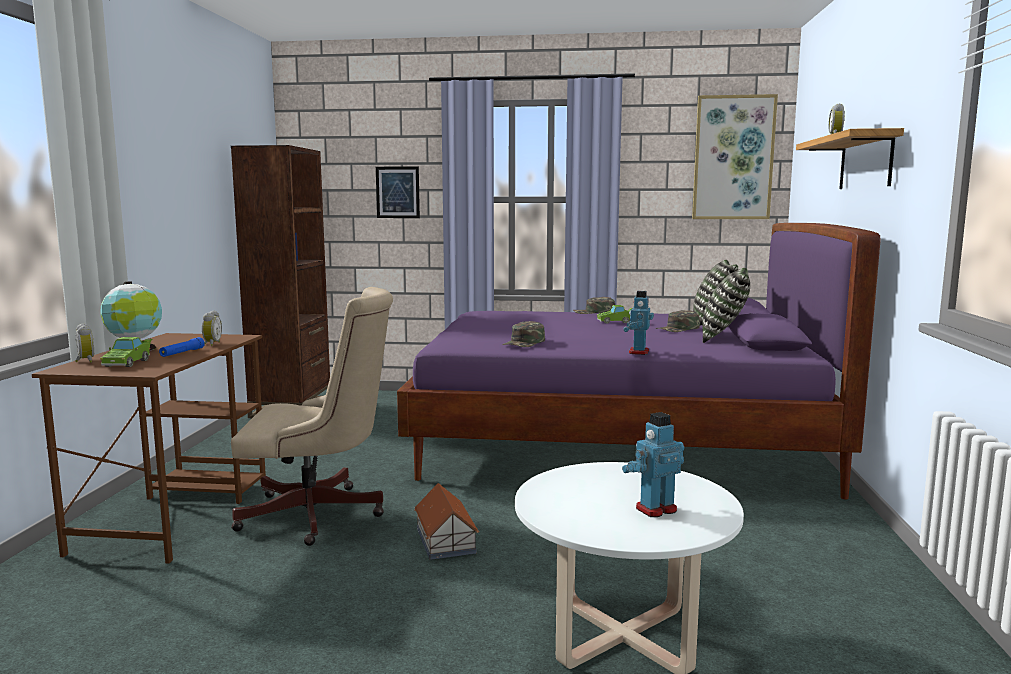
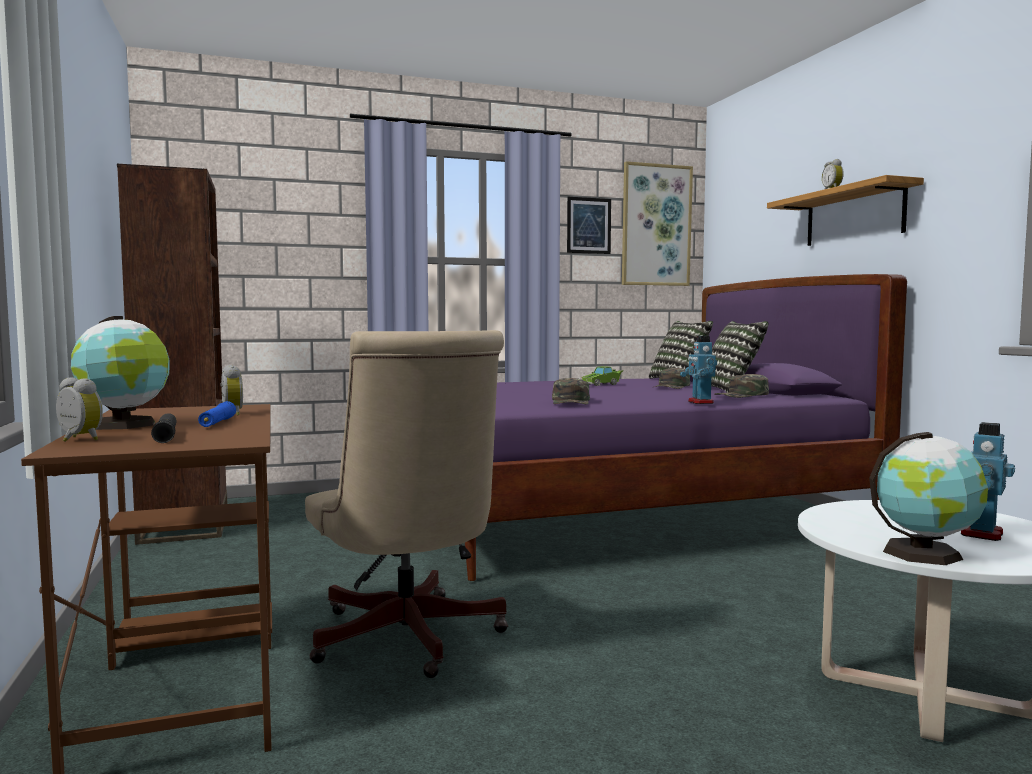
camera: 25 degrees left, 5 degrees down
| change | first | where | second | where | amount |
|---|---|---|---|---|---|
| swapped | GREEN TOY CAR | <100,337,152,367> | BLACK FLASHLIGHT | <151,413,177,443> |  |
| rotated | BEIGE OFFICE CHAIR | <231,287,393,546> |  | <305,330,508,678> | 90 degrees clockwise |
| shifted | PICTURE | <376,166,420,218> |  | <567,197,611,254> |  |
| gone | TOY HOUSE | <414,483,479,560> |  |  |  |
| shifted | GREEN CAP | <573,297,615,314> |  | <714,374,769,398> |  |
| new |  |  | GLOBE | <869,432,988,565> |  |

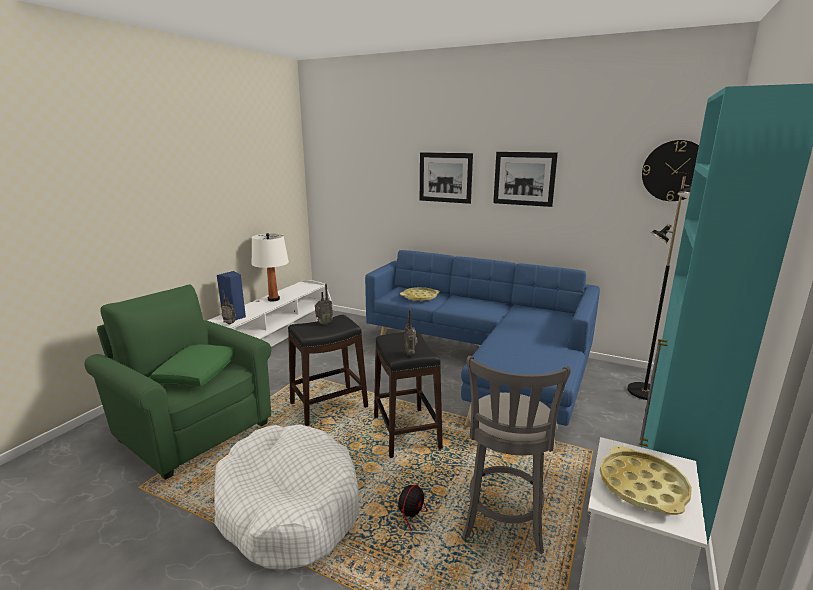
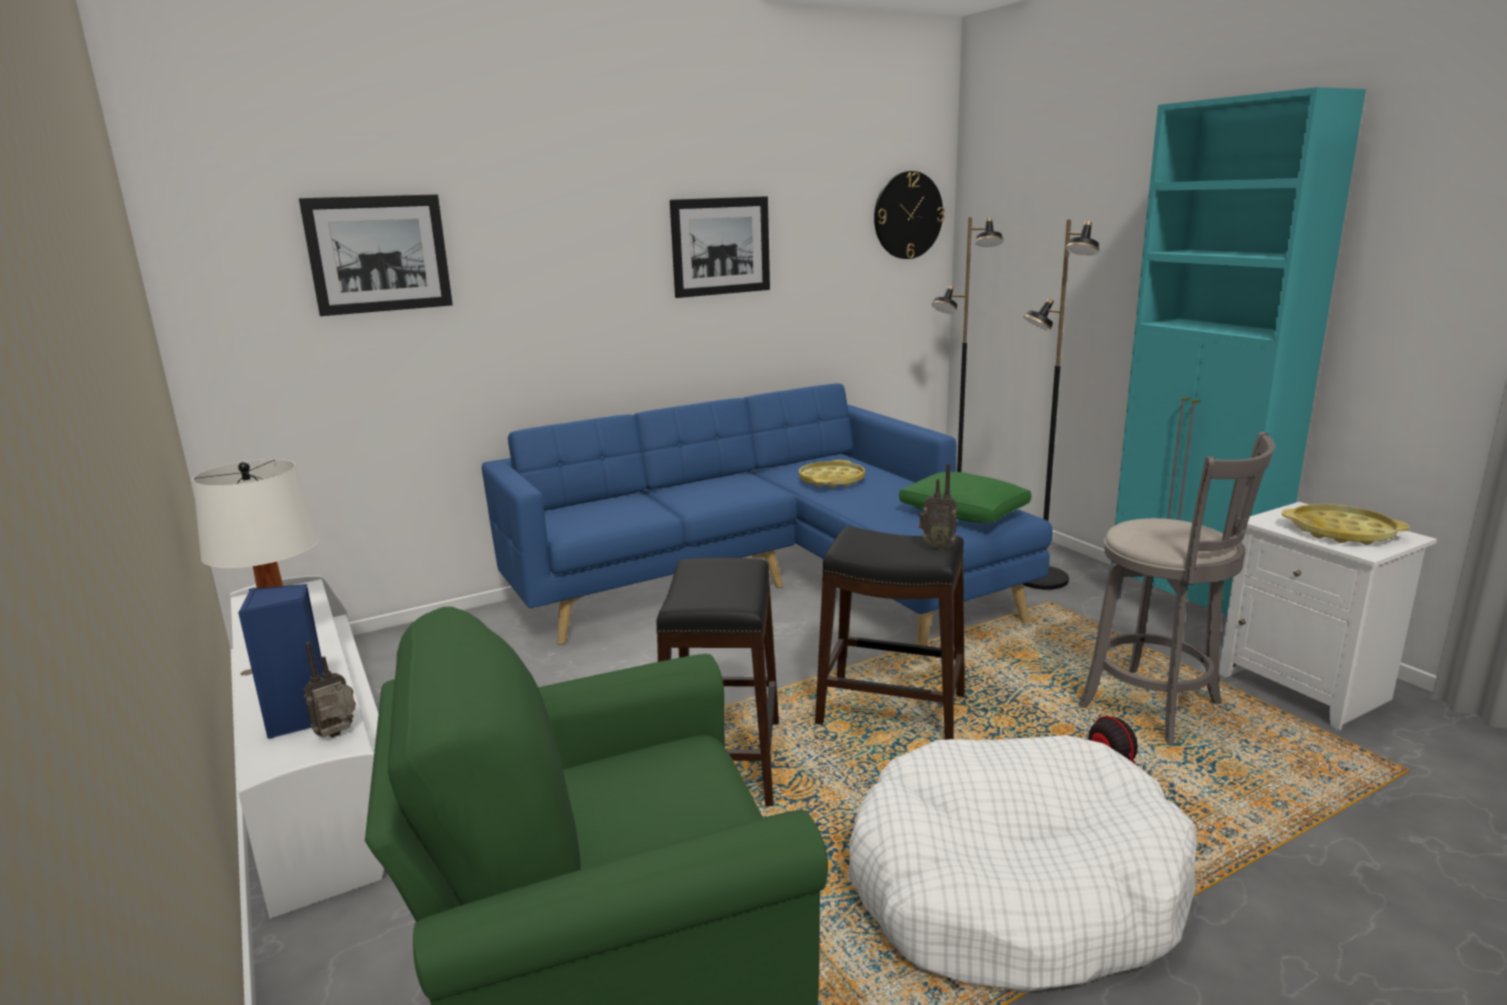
camera: 55 degrees left, 0 degrees up
| change | first | where | second | where | amount |
|---|---|---|---|---|---|
| shifted | GREEN PILLOW | <150,345,235,386> |  | <899,472,1031,523> |  |
| gone | RADIO | <315,284,333,325> |  |  |  |
| shifted | YELLOW TRAY | <400,287,440,302> |  | <799,460,865,488> |  |
| shifted | PICTURE | <420,152,473,204> |  | <299,194,453,316> |  |
| new |  |  | BLACK FLOOR LAMP | <1023,220,1099,590> |  |

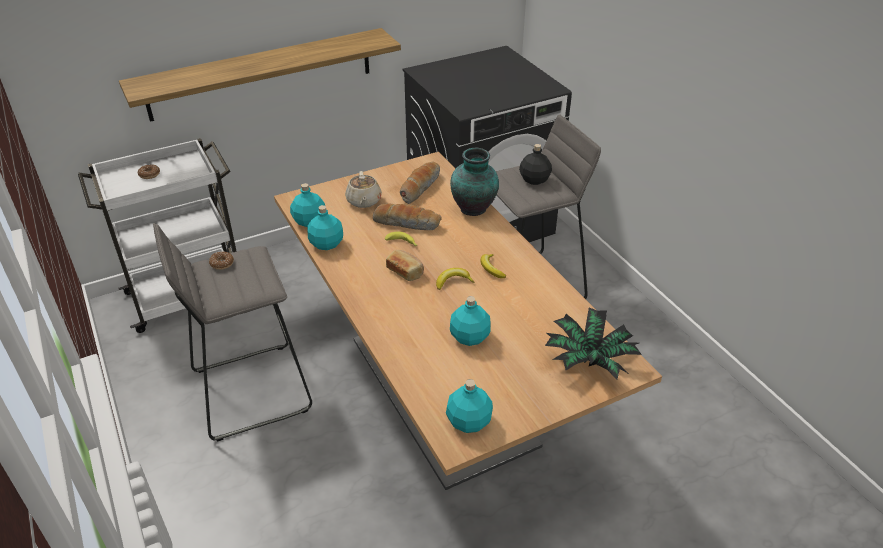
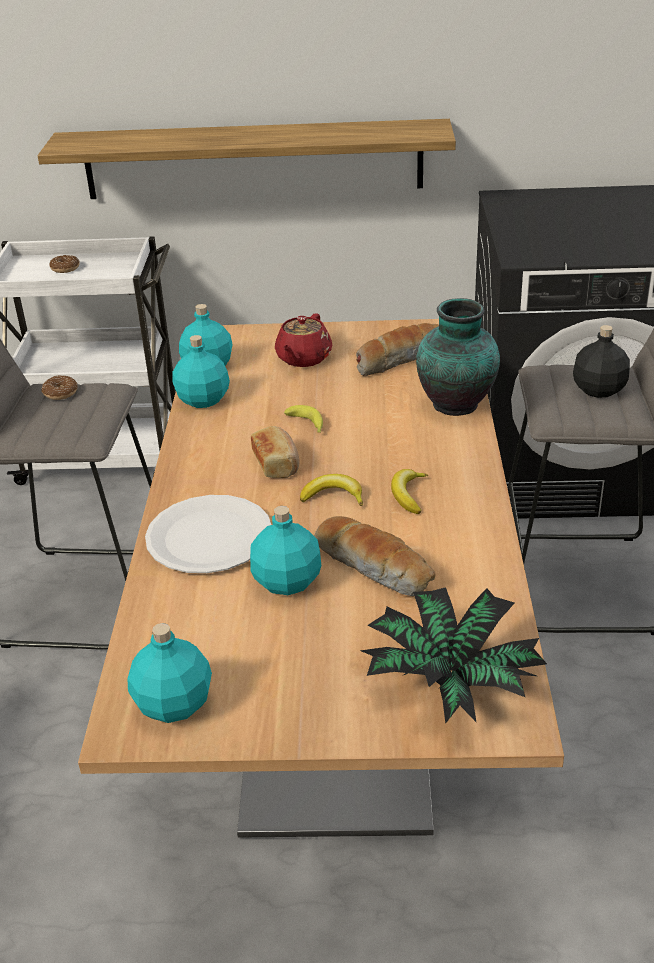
camera: 30 degrees right, 5 degrees down
| change | first | where | second | where | amount |
|---|---|---|---|---|---|
| repainted | BEIGE TEAPOT | <345,171,382,208> | RED TEAPOT | <275,313,332,367> |  |
| shifted | BREAD | <373,203,441,230> |  | <314,516,435,596> |  |
| new |  |  | WHITE PLATE | <145,495,271,573> |  |

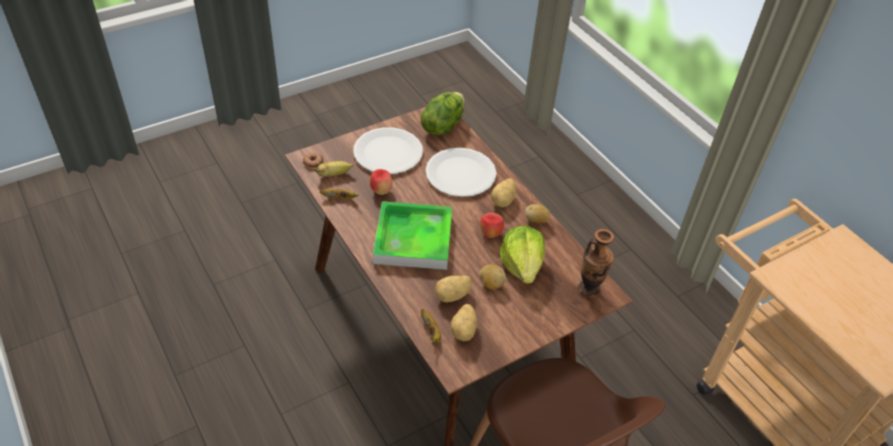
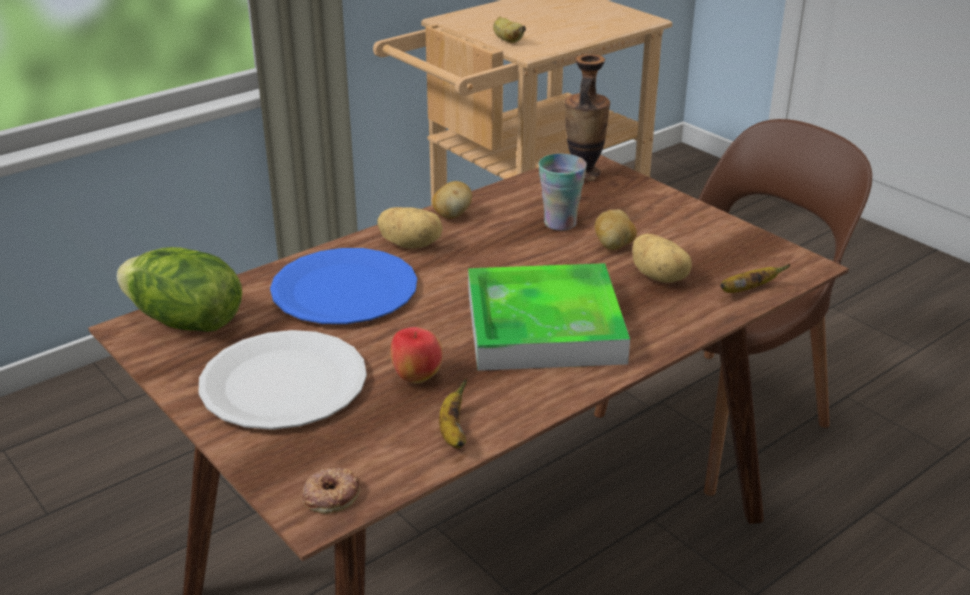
camera: 95 degrees left, 15 degrees down
| change | first | where | second | where | amount |
|---|---|---|---|---|---|
| shifted | BANANA | <315,161,353,177> |  | <493,17,526,43> |  |
| repainted | WHITE PLATE | <425,148,497,197> | BLUE PLATE | <270,248,417,324> |  |
| gone | POTATO | <451,304,477,341> |  |  |  |
| gone | APPLE | <480,213,504,238> |  |  |  |
| swapped | LETTUCE | <500,226,545,284> | CUP | <539,154,587,230> |  |

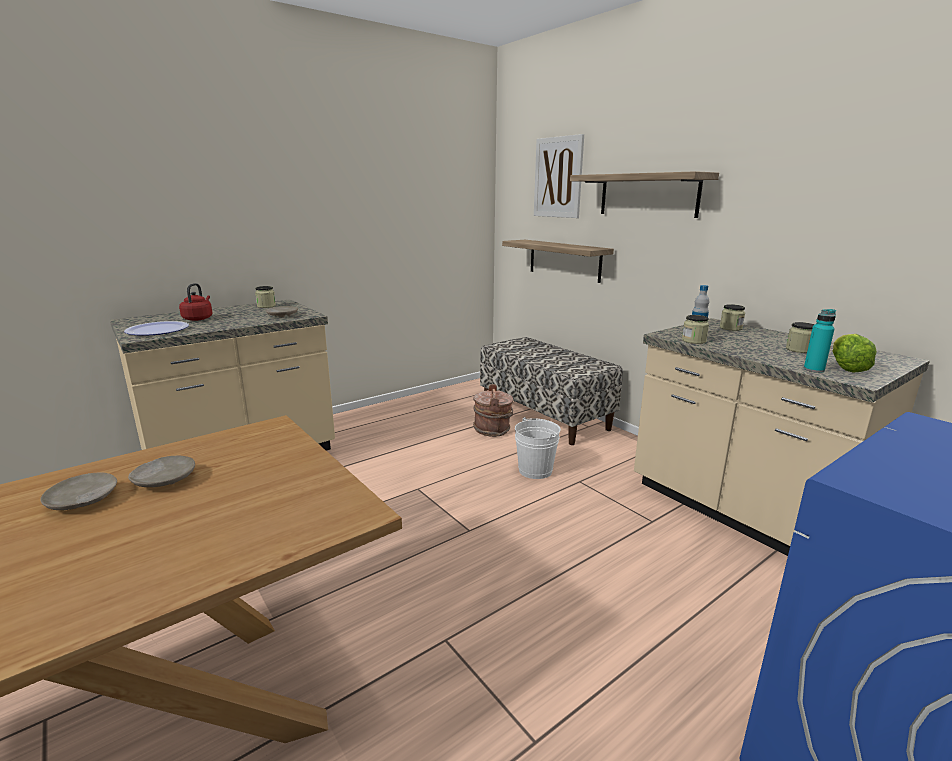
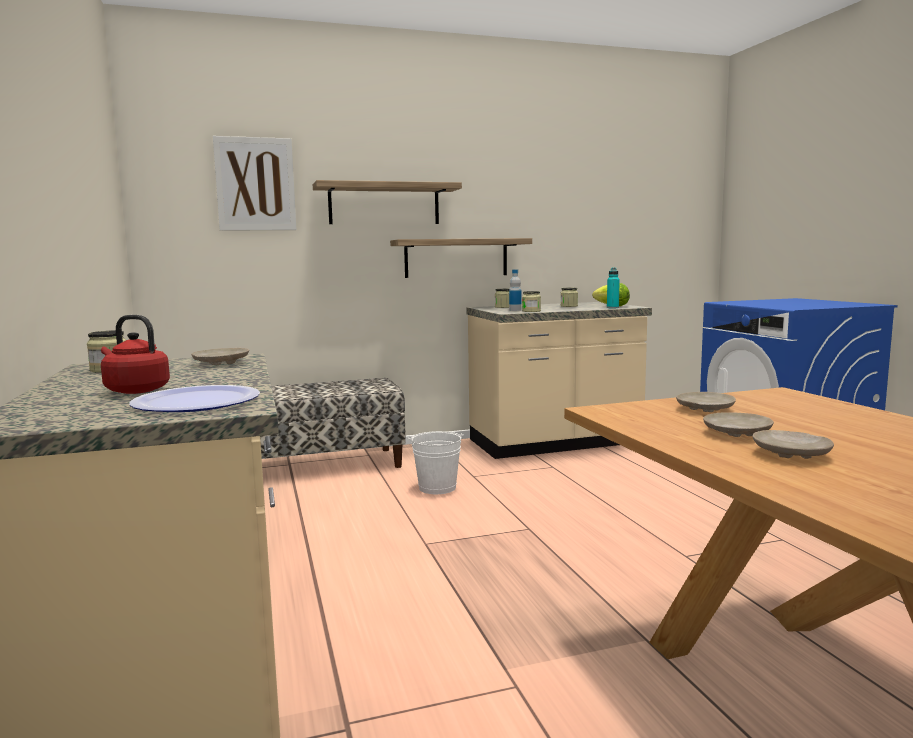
camera: 70 degrees left, 10 degrees down
| change | first | where | second | where | amount |
|---|---|---|---|---|---|
| gone | BROWN BUCKET | <473,384,513,437> |  |  |  |
| shifted | SHELF | <502,240,614,283> |  | <390,238,532,278> |  |
| new |  |  | BEIGE PLATE | <676,392,736,412> |  |

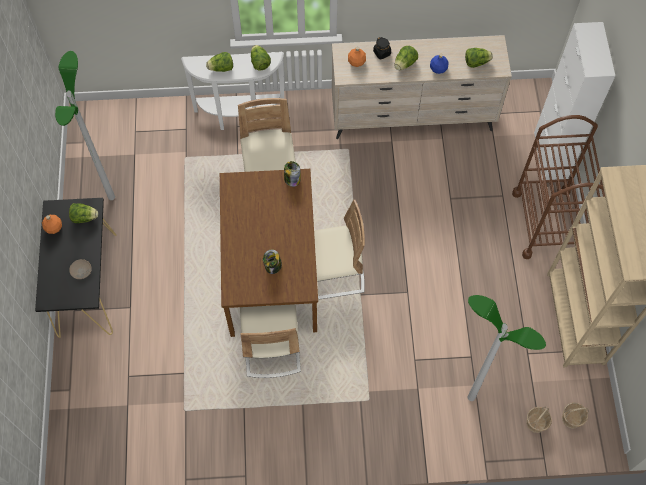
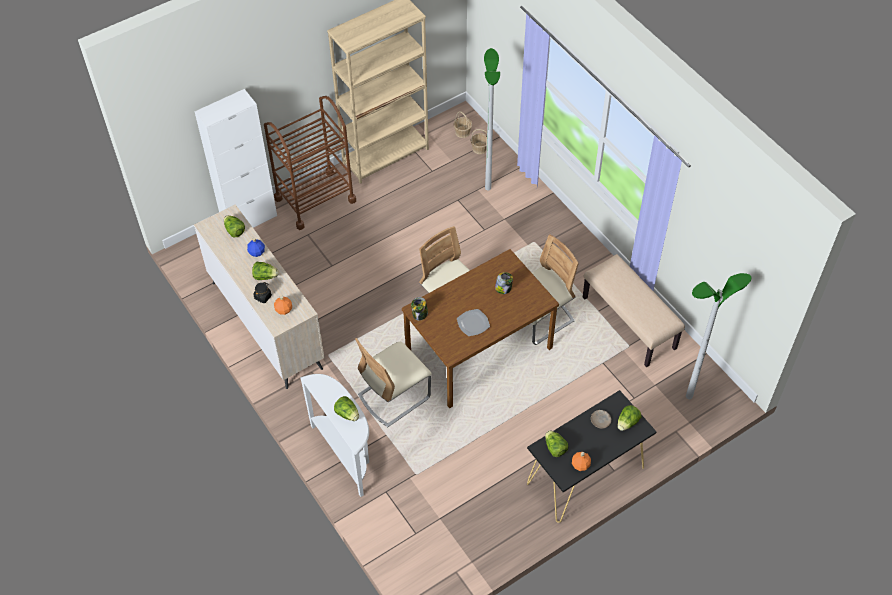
camera: 120 degrees left, 10 degrees down
| change | first | where | second | where | amount |
|---|---|---|---|---|---|
| shifted | FLOOR LAMP | <55,51,115,200> |  | <686,273,751,399> |  |
| shifted | LETTUCE | <251,45,271,71> |  | <617,405,641,431> |  |
| new |  |  | PLATE | <457,309,490,336> |  |
| new |  |  | BEIGE BENCH | <583,254,685,367> |  |

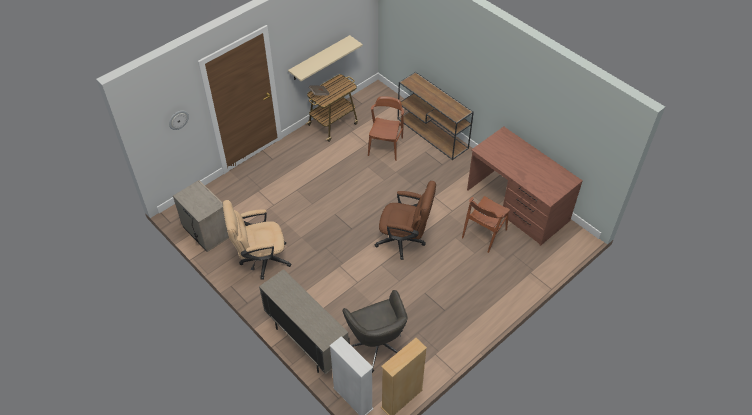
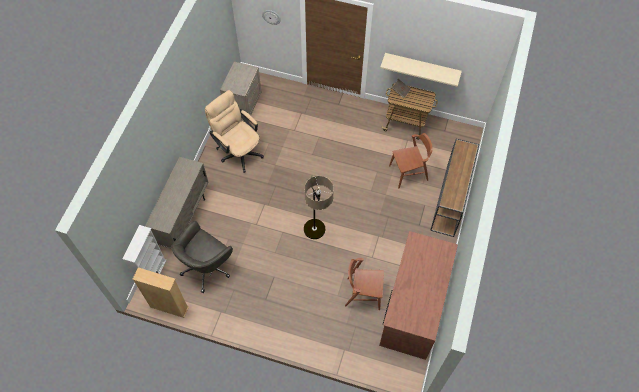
camera: 60 degrees right, 10 degrees up
| change | first | where | second | where | amount |
|---|---|---|---|---|---|
| swapped | BROWN OFFICE CHAIR | <375,181,436,260> | FLOOR LAMP | <304,176,334,239> |  |

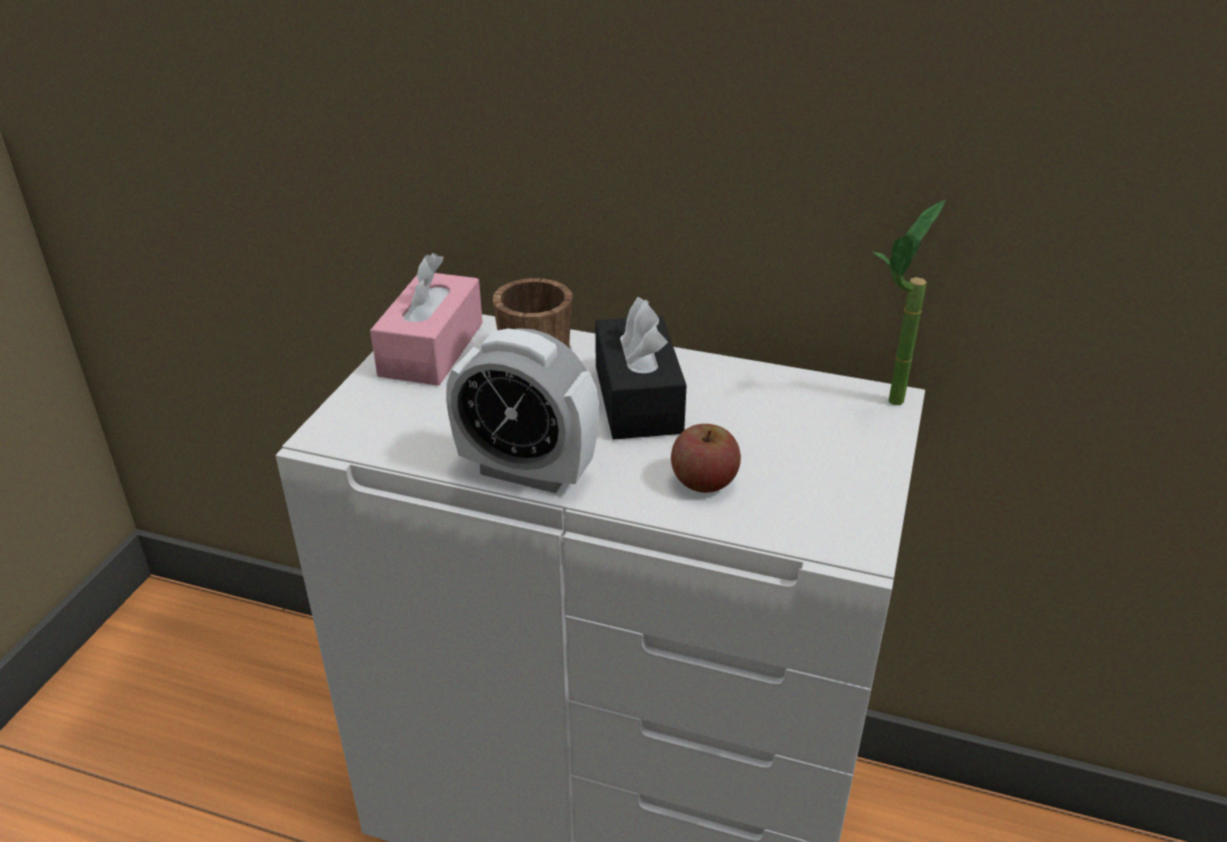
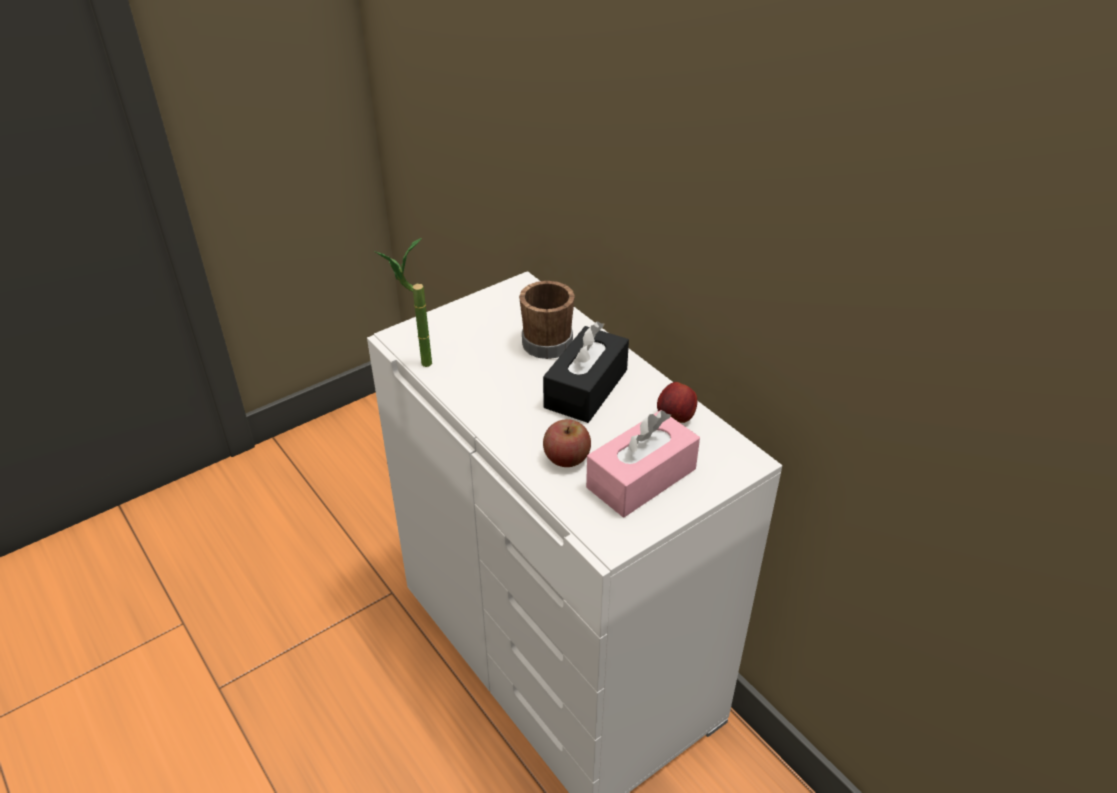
camera: 35 degrees right, 5 degrees up
| change | first | where | second | where | amount |
|---|---|---|---|---|---|
| shifted | PINK TISSUE BOX | <370,253,483,386> |  | <586,410,700,517> |  |
| gone | ALARM CLOCK | <446,328,599,493> |  |  |  |
| shifted | POTTED PLANT | <872,200,945,405> |  | <374,238,432,367> |  |
| new |  |  | APPLE | <657,382,697,423> |  |

